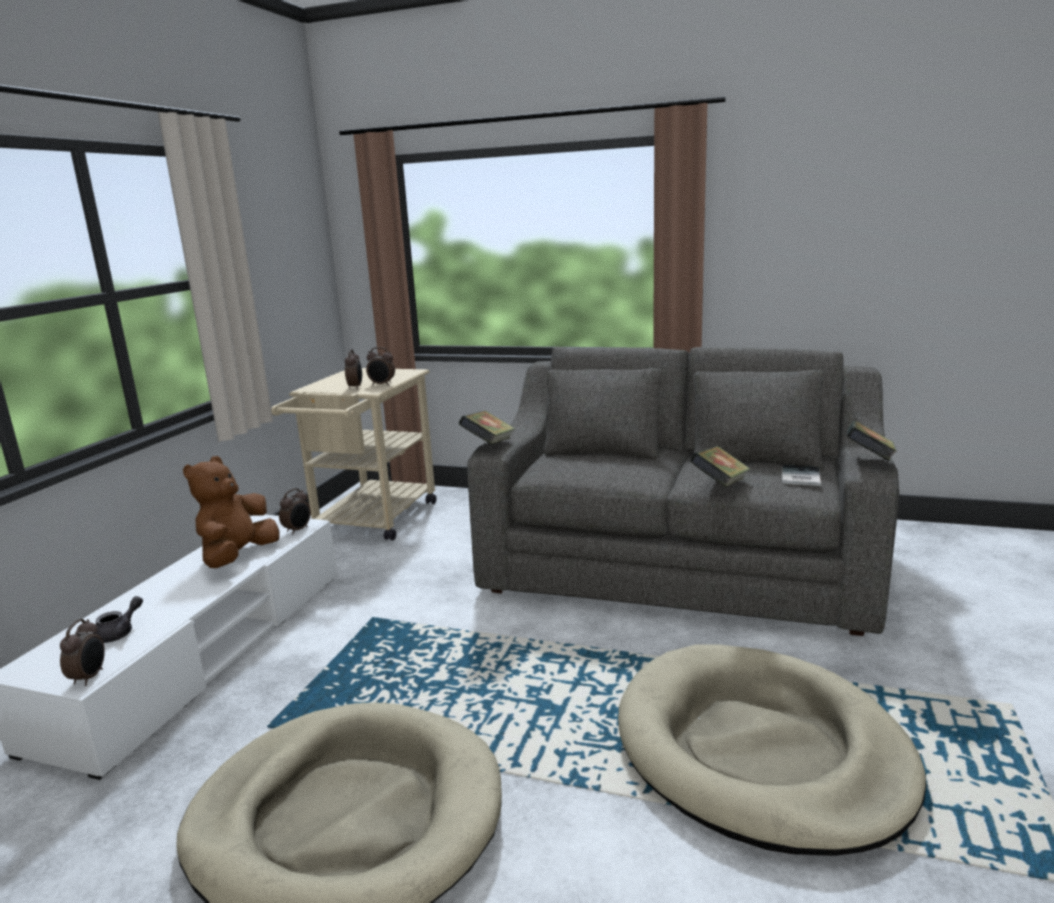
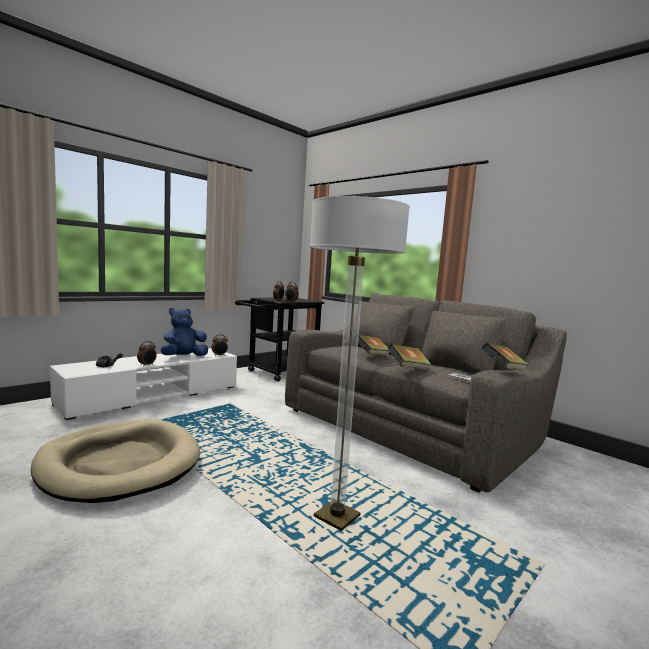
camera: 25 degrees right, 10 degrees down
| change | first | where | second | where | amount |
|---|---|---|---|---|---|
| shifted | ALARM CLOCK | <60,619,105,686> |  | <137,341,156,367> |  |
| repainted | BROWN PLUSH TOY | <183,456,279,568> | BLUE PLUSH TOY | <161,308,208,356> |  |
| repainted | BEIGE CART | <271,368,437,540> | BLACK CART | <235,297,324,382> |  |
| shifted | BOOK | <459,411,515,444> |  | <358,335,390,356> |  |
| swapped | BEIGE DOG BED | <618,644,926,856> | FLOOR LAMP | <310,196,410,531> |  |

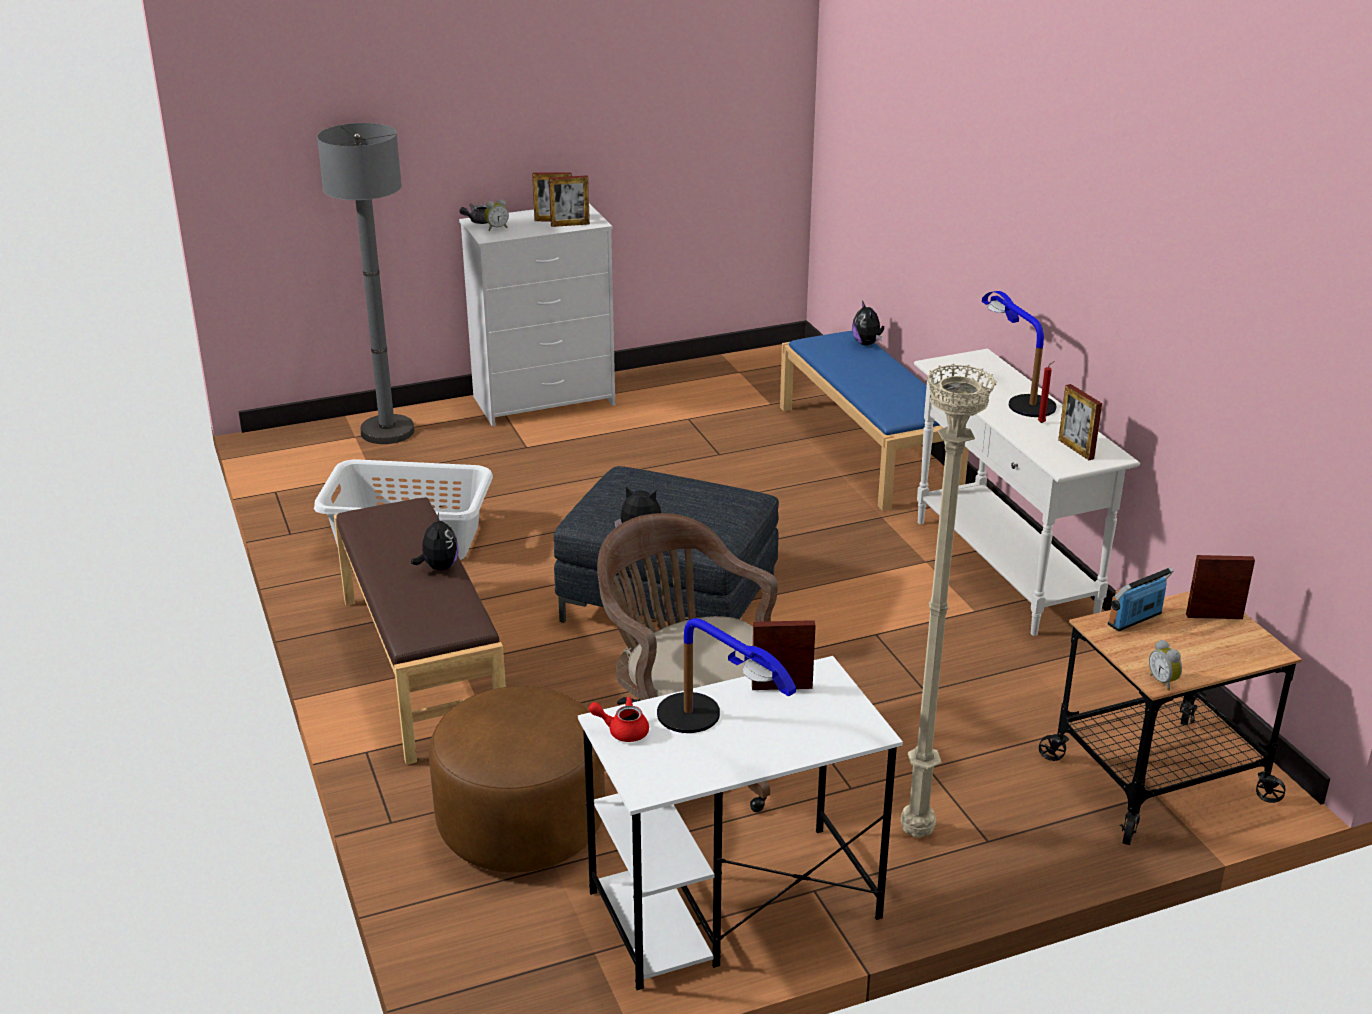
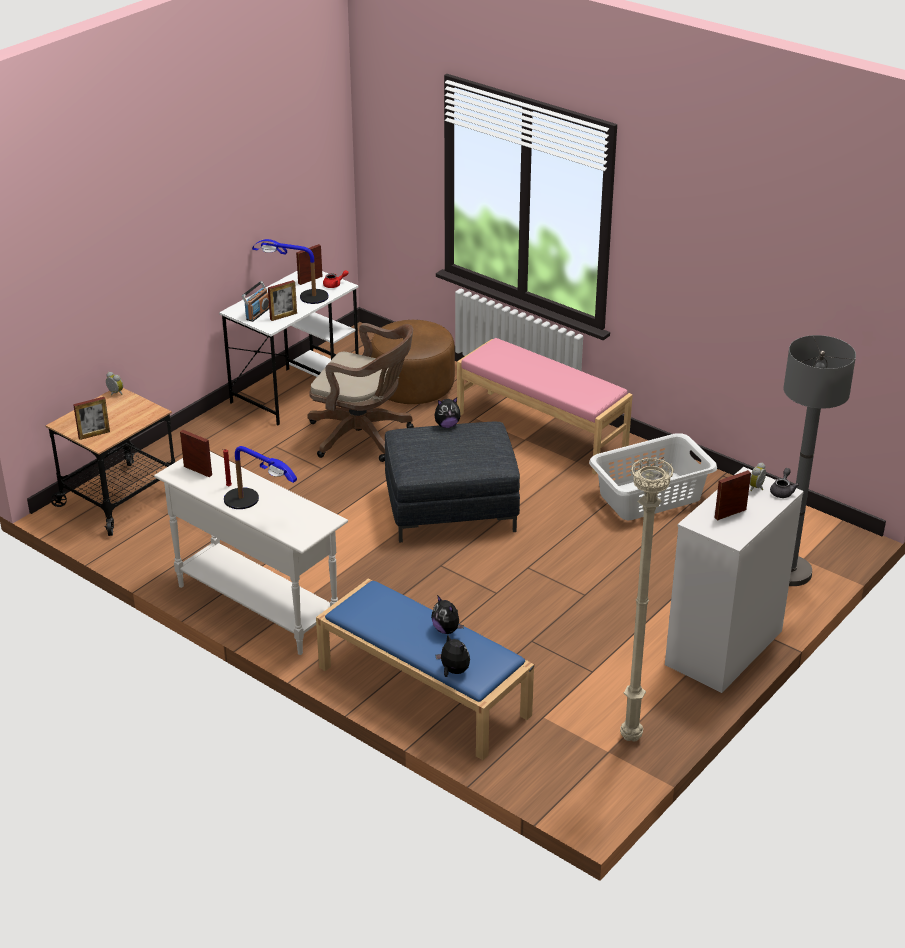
camera: 150 degrees right, 5 degrees up
| change | first | where | second | where | amount |
|---|---|---|---|---|---|
| repainted | BROWN BENCH | <334,497,506,765> | PINK BENCH | <457,338,633,475> |  |
| shifted | PLUSH TOY | <411,513,459,571> |  | <431,595,464,634> |  |
| shifted | PICTURE FRAME | <549,175,590,227> |  | <296,244,323,285> |  |
| shifted | BEIGE FLOOR LAMP | <900,363,997,838> |  | <620,457,674,742> |  |
| shifted | RADIO | <1108,567,1174,631> |  | <242,281,269,322> |  |

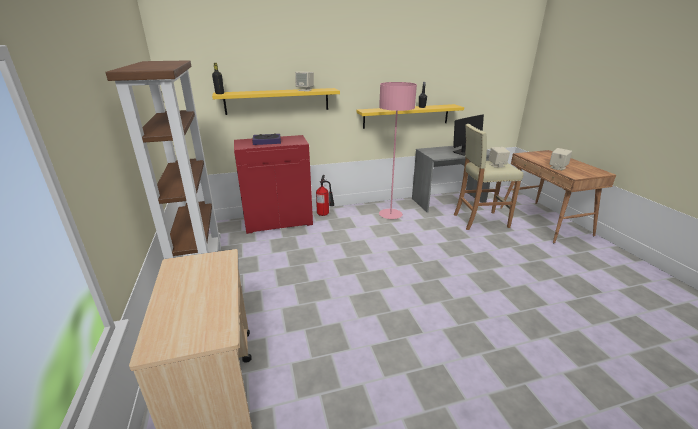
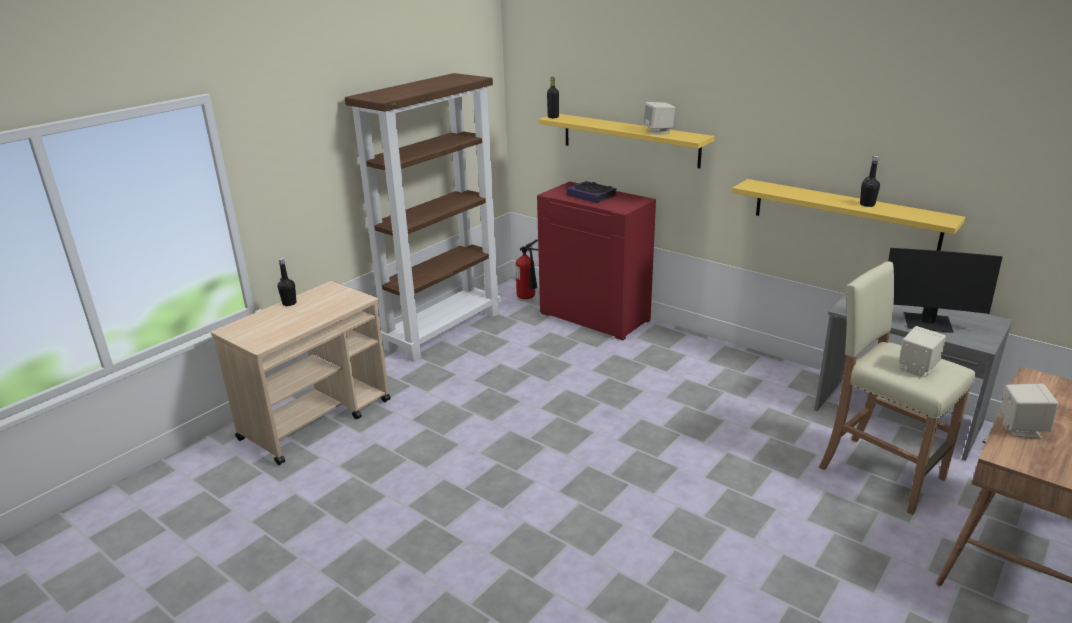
camera: 55 degrees right, 0 degrees up
| change | first | where | second | where | amount |
|---|---|---|---|---|---|
| shifted | FIRE EXTINGUISHER | <316,175,334,216> |  | <515,239,538,299> |  |
| gone | PINK FLOOR LAMP | <379,82,417,219> |  |  |  |
| new |  |  | BLACK BOTTLE | <278,258,297,306> |  |

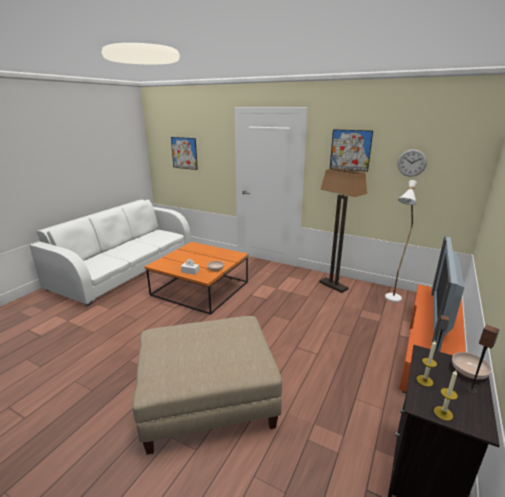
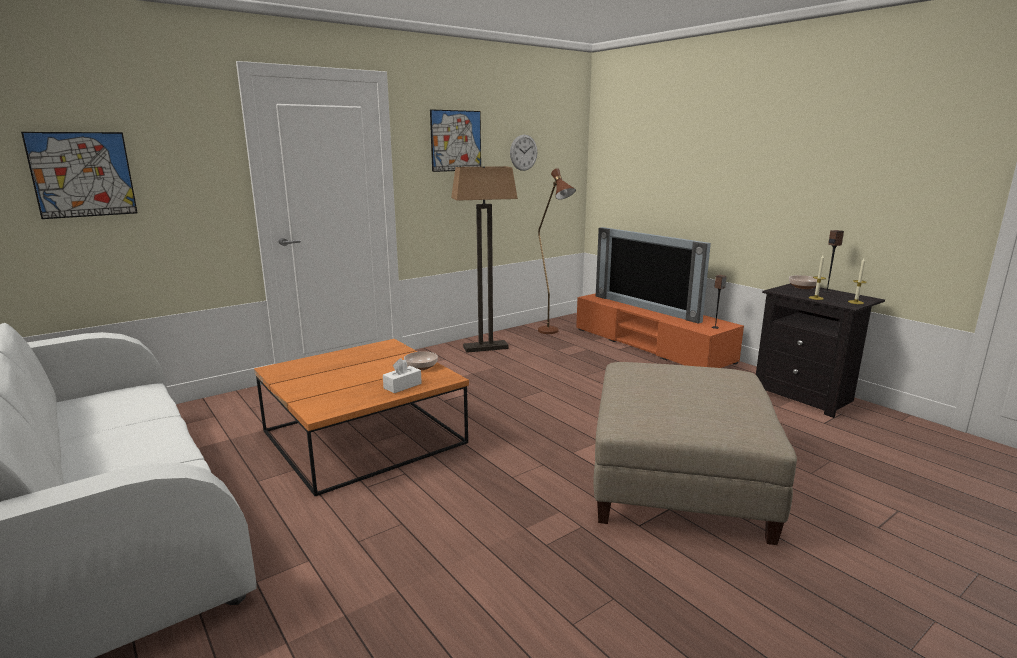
camera: 65 degrees left, 5 degrees down
| change | first | where | second | where | amount |
|---|---|---|---|---|---|
| repainted | WHITE FLOOR LAMP | <385,180,417,302> | BROWN FLOOR LAMP | <538,168,576,334> |  |

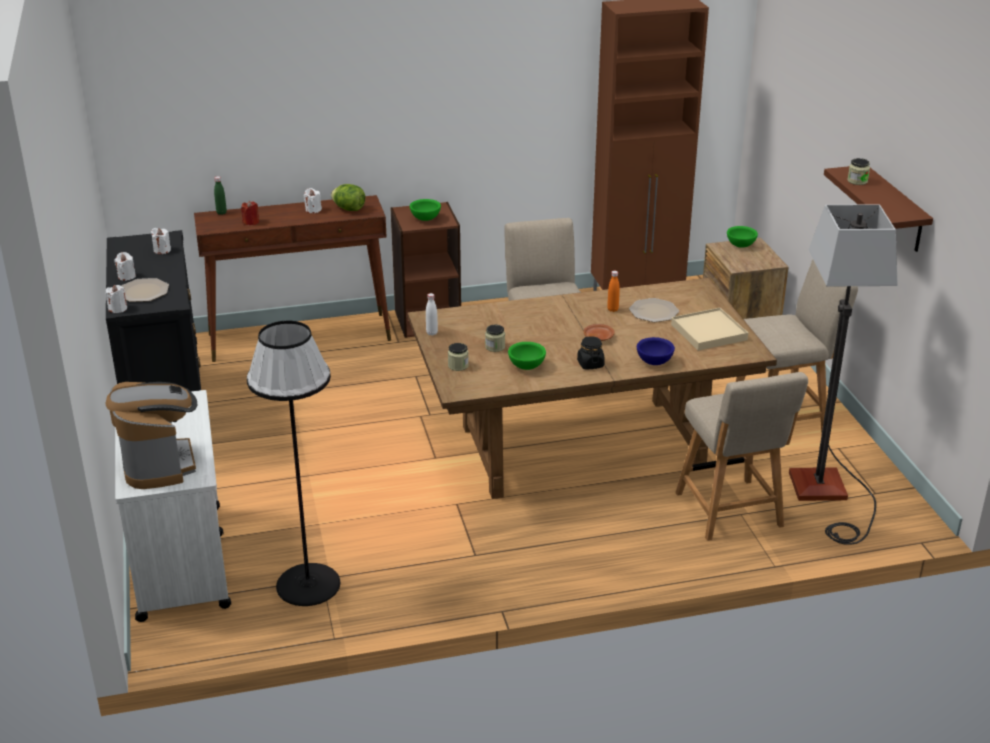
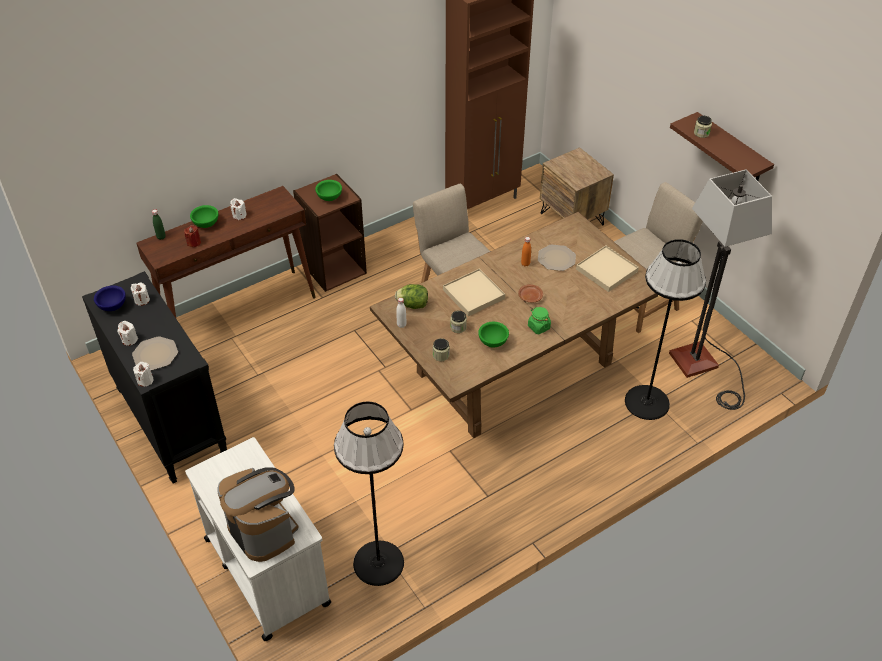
camera: 20 degrees left, 15 degrees up
| change | first | where | second | where | amount |
|---|---|---|---|---|---|
| shifted | LETTUCE | <331,184,365,211> |  | <395,284,428,309> |  |
| repainted | BLACK JAR | <577,336,605,370> | GREEN JAR | <528,307,551,334> |  |
| shifted | BLUE BOWL | <637,337,675,365> |  | <94,285,126,311> |  |
| swapped | BEIGE CHAIR | <675,372,808,541> | BLACK FLOOR LAMP | <625,239,706,420> |  |
| shifted | GREEN BOWL | <727,226,758,248> |  | <190,205,218,228> |  |
| new |  |  | BEIGE TRAY | <443,268,505,317> |  |

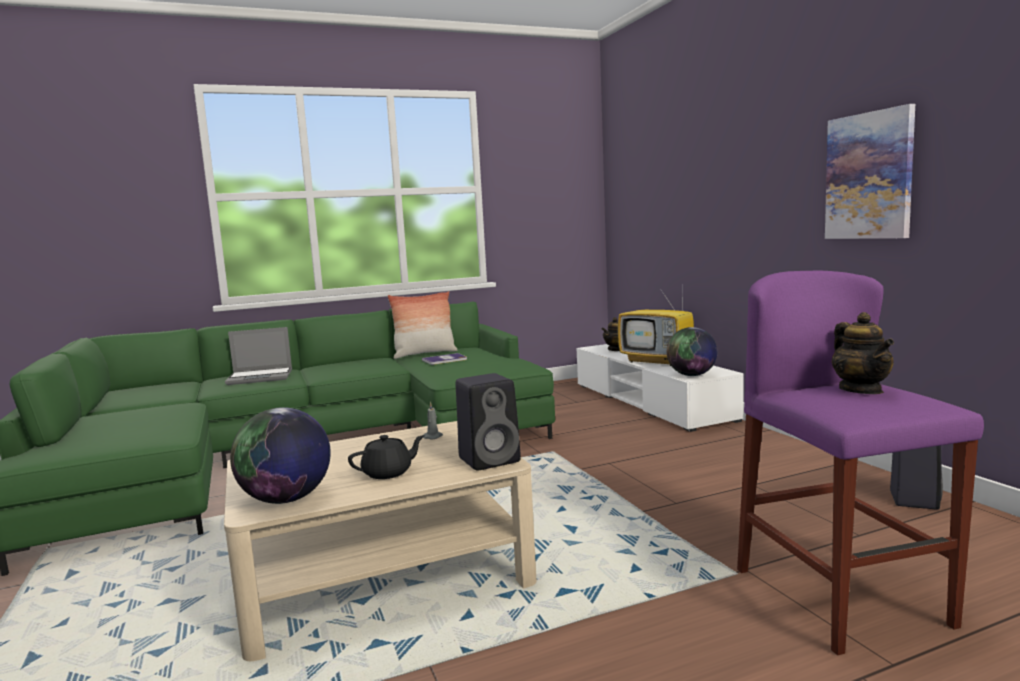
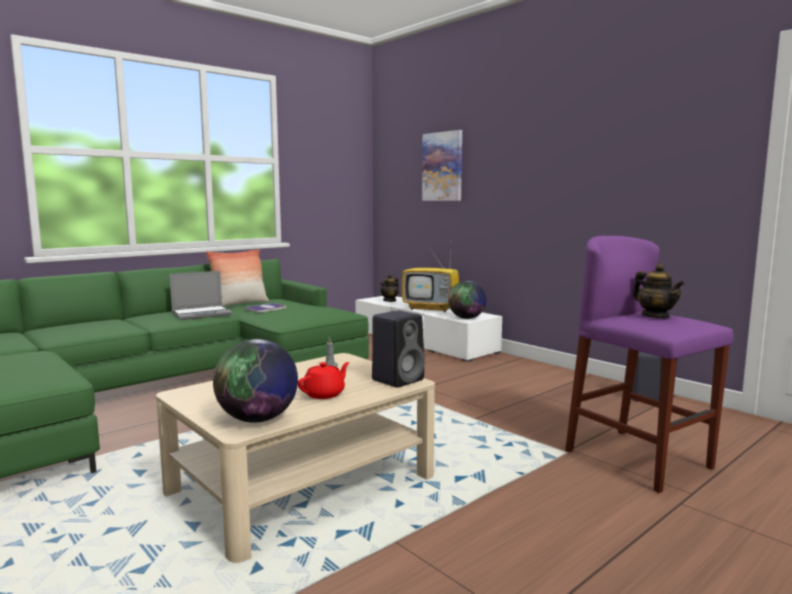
camera: 20 degrees left, 0 degrees up
| change | first | where | second | where | amount |
|---|---|---|---|---|---|
| shifted | LAPTOP | <225,327,292,385> |  | <169,271,232,320> |  |
| repainted | BLACK TEAPOT | <348,435,425,479> | RED TEAPOT | <298,362,350,399> |  |
| shifted | PICTURE | <825,104,915,239> |  | <422,130,462,201> |  |

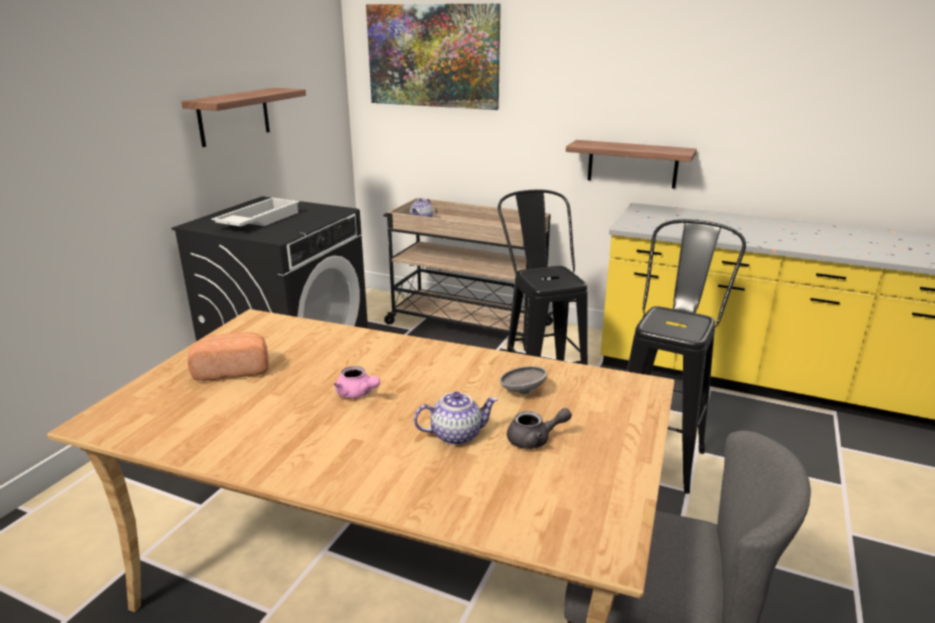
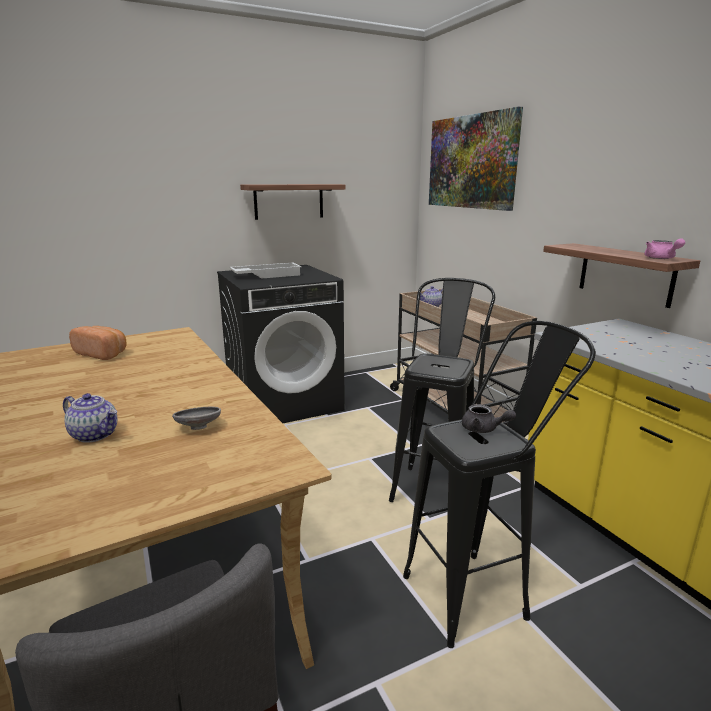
camera: 40 degrees right, 5 degrees down
| change | first | where | second | where | amount |
|---|---|---|---|---|---|
| shifted | PINK TEAPOT | <334,366,380,398> |  | <644,238,685,259> |  |
| shifted | GREY TEAPOT | <507,408,572,449> |  | <462,404,516,433> |  |

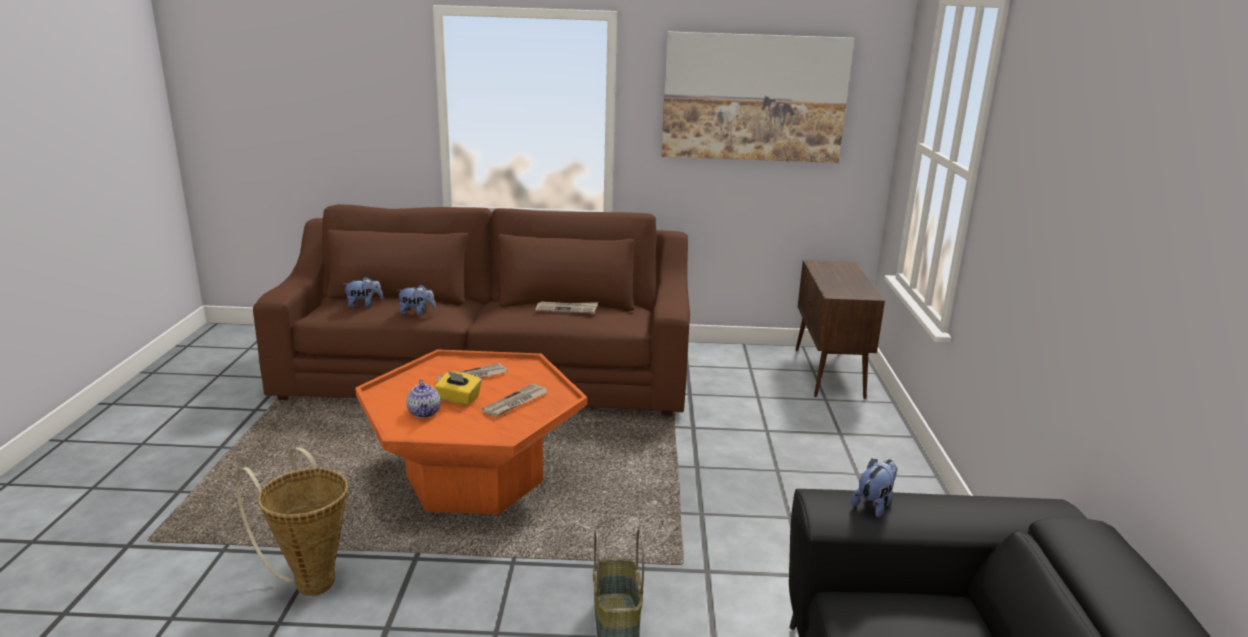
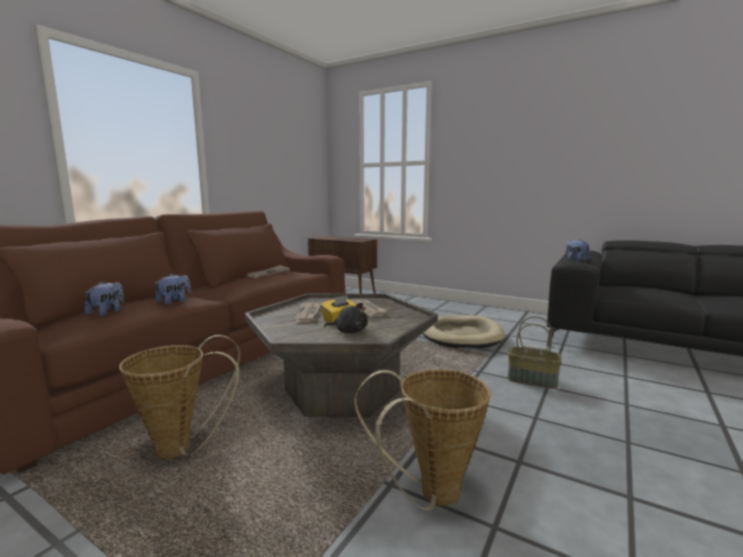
camera: 60 degrees left, 10 degrees down
| change | first | where | second | where | amount |
|---|---|---|---|---|---|
| repainted | ORANGE COFFEE TABLE | <355,349,587,515> | GREY COFFEE TABLE | <245,293,438,417> |  |
| swapped | TEAPOT | <406,380,441,418> | BLACK PLUSH TOY | <324,303,368,333> |  |
| gone | PICTURE | <661,31,854,163> |  |  |  |
| new |  |  | BASKET | <119,335,240,459> |  |
| new |  |  | BEIGE DOG BED | <423,315,505,348> |  |

